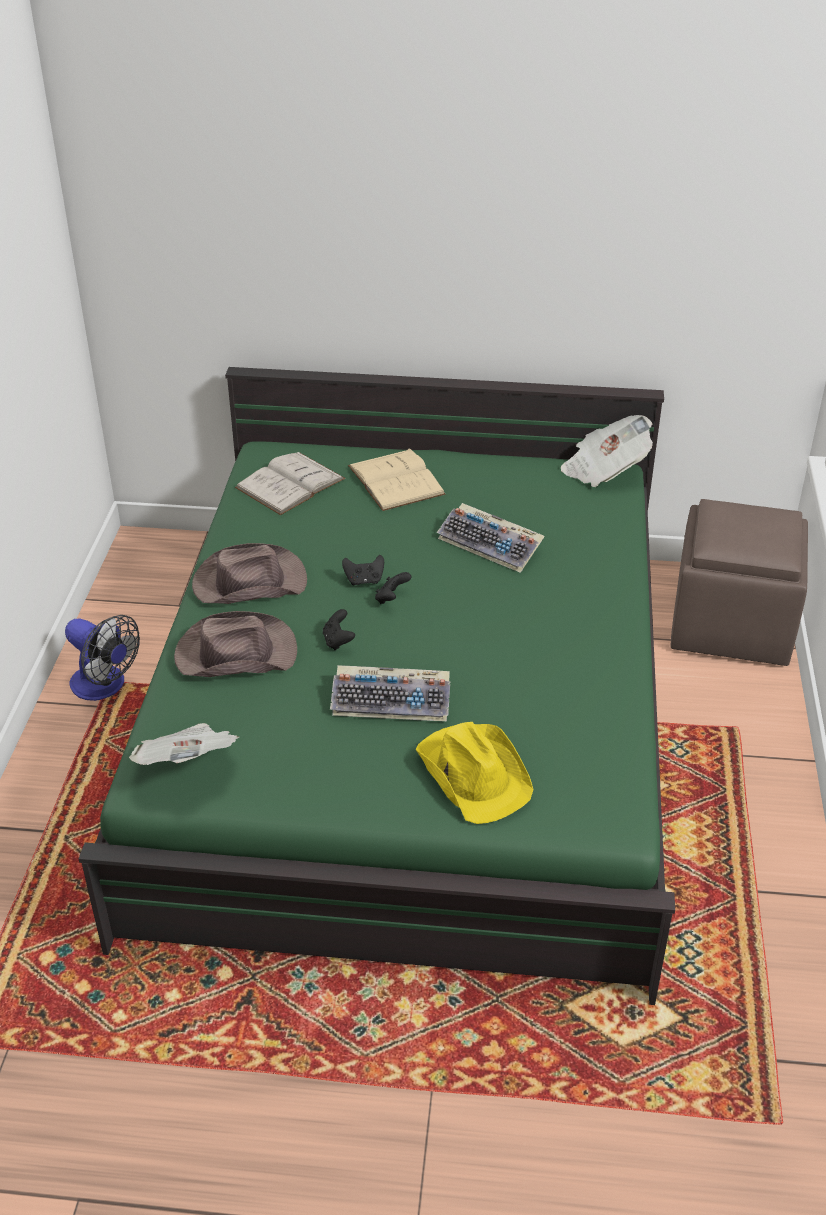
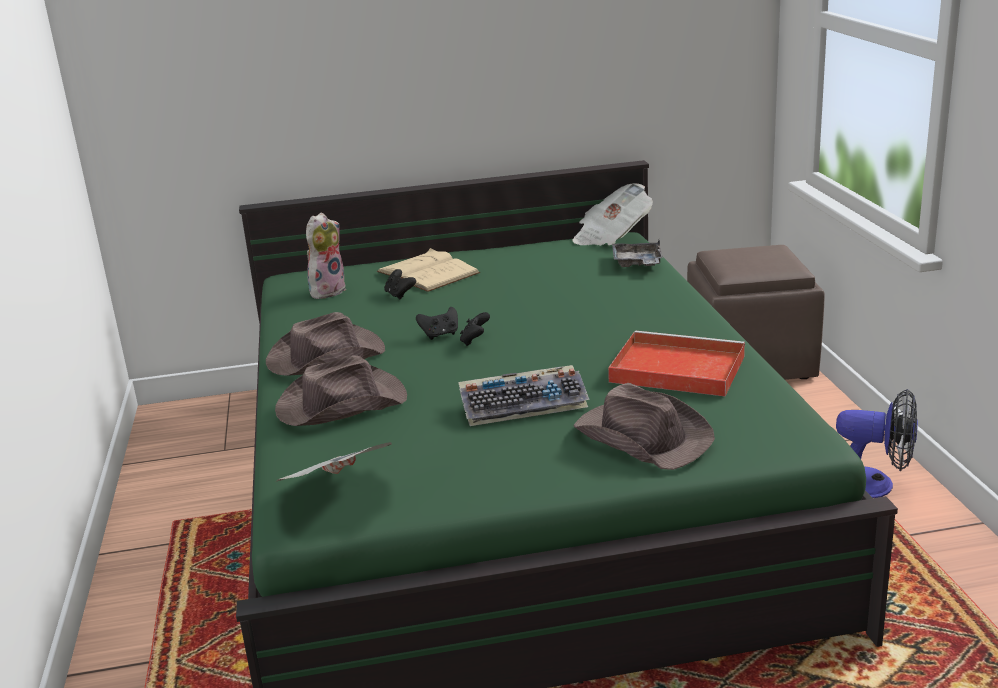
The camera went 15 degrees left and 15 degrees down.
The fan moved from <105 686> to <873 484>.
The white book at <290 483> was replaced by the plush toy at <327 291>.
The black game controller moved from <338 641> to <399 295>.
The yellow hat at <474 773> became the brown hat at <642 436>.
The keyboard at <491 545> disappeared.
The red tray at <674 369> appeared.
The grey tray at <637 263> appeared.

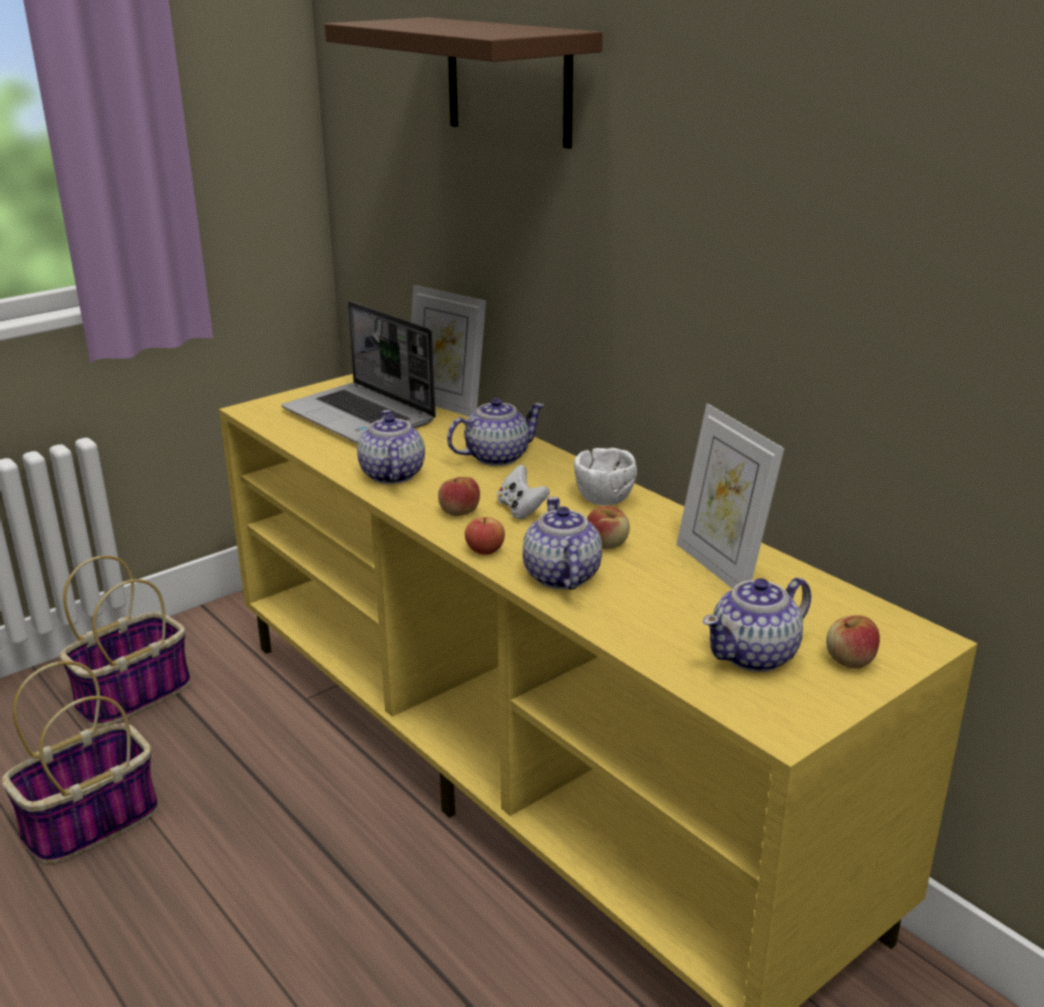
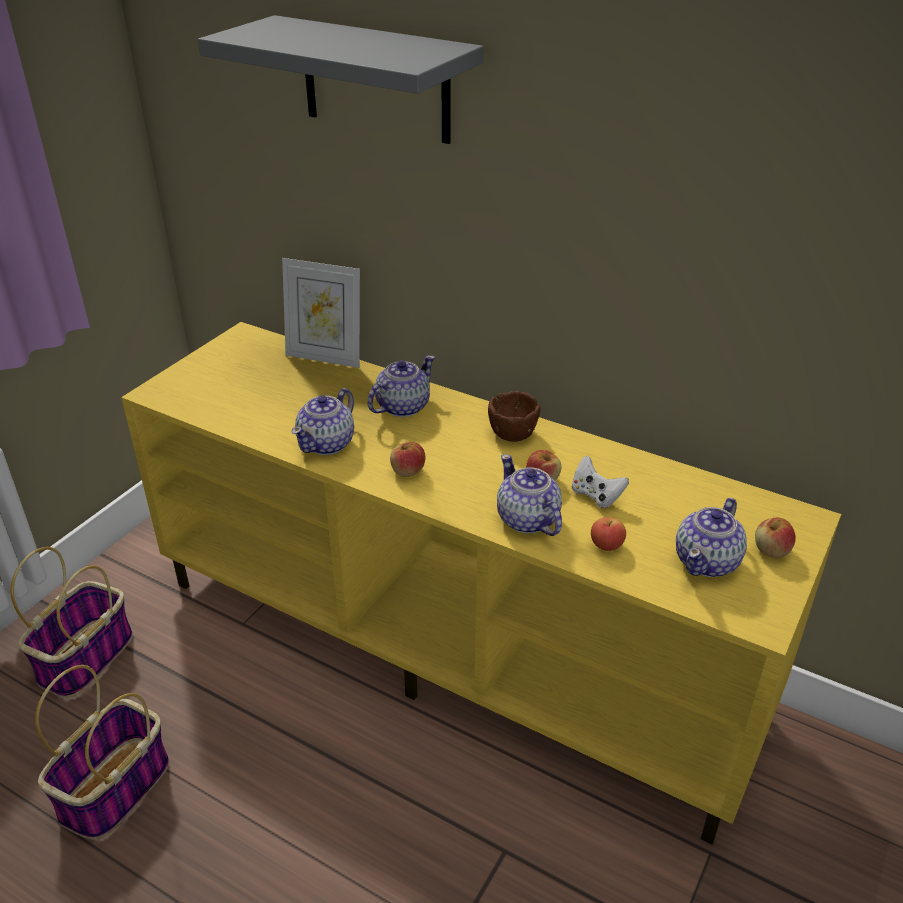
The camera went 20 degrees left and 10 degrees up.
The laptop at <361 417> disappeared.
The brown shelf at <508 81> became the grey shelf at <375 80>.
The teapot at <391 475> turned 120 degrees counterclockwise.
The apple moved from <485 550> to <606 545>.
The white game controller moved from <521 509> to <596 496>.
The white bowl at <603 498> became the brown bowl at <512 433>.
The picture frame at <720 568> disappeared.

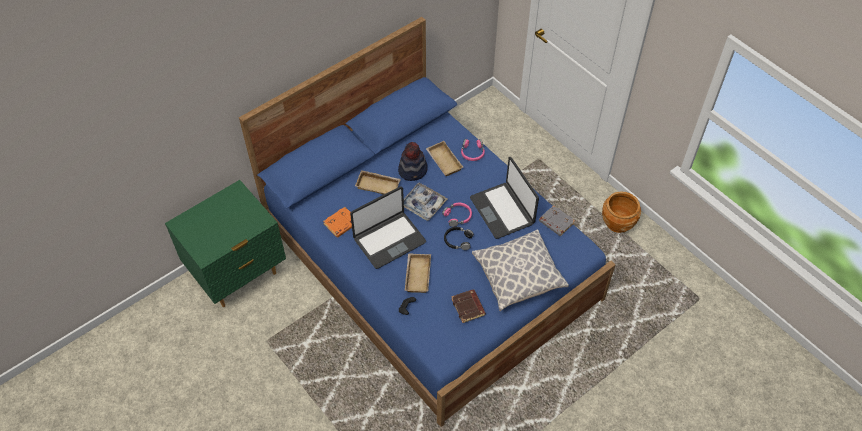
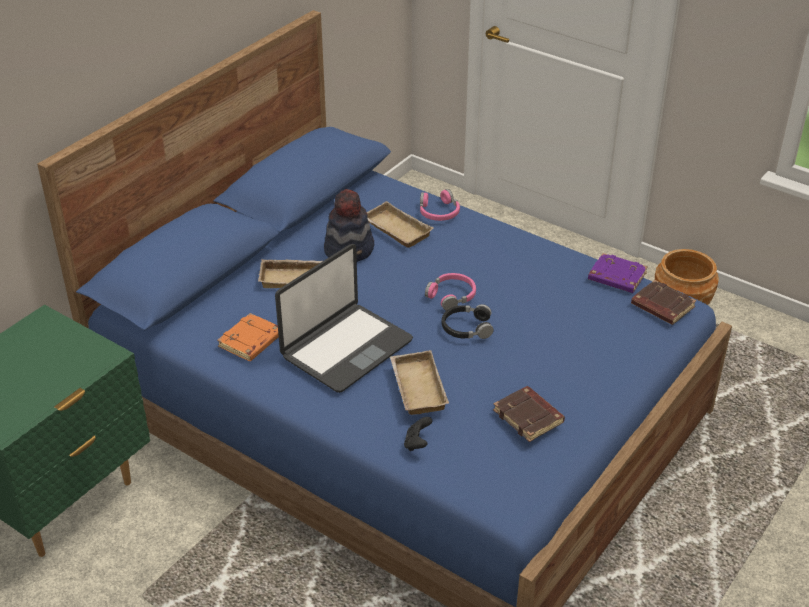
The camera went 15 degrees left and 15 degrees down.
The tray at <423 204> disappeared.
The laptop at <502 211> disappeared.
The pillow at <518 277> disappeared.
The grey book at <555 222> became the purple book at <616 277>.
The brown book at <661 306> appeared.

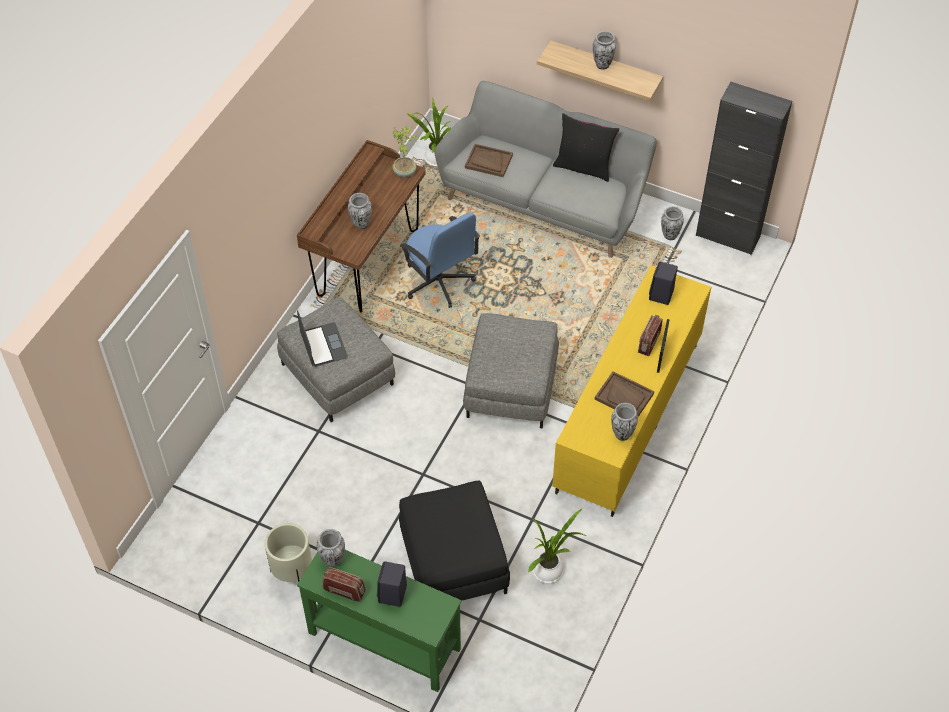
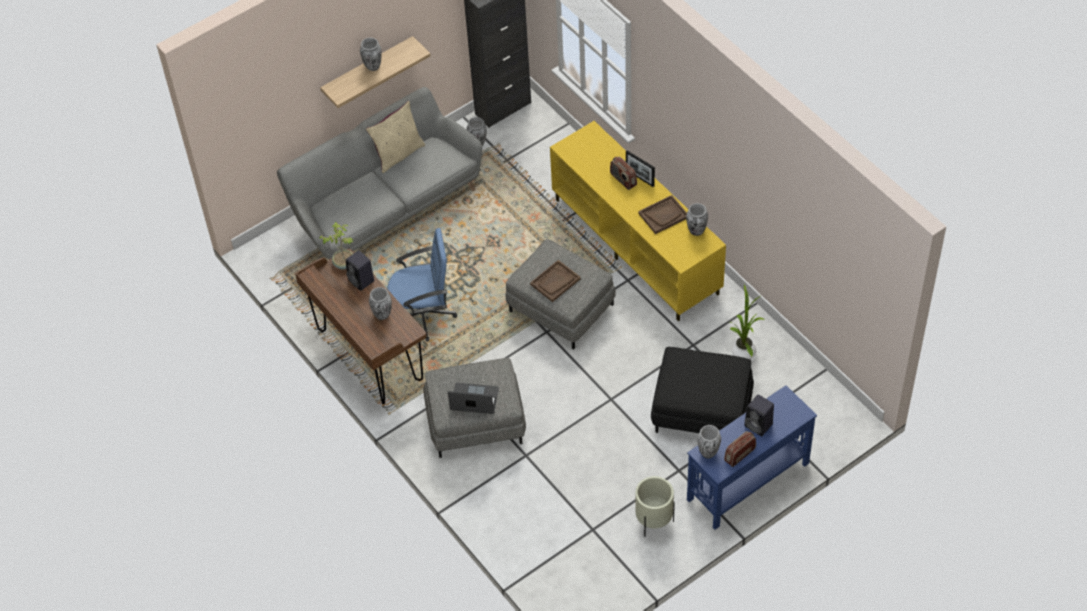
The camera went 60 degrees left and 0 degrees up.
The green console table at <383 640> became the blue console table at <747 481>.
The potted plant at <434 159> disappeared.
The brown tray moved from <488 161> to <555 282>.
The black pillow at <583 167> became the beige pillow at <398 154>.
The black speaker moved from <661 295> to <362 281>.

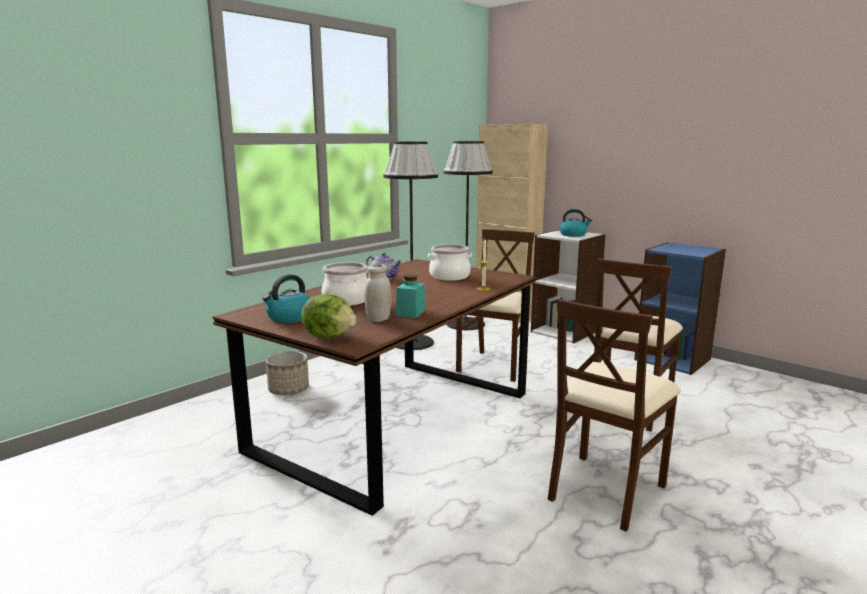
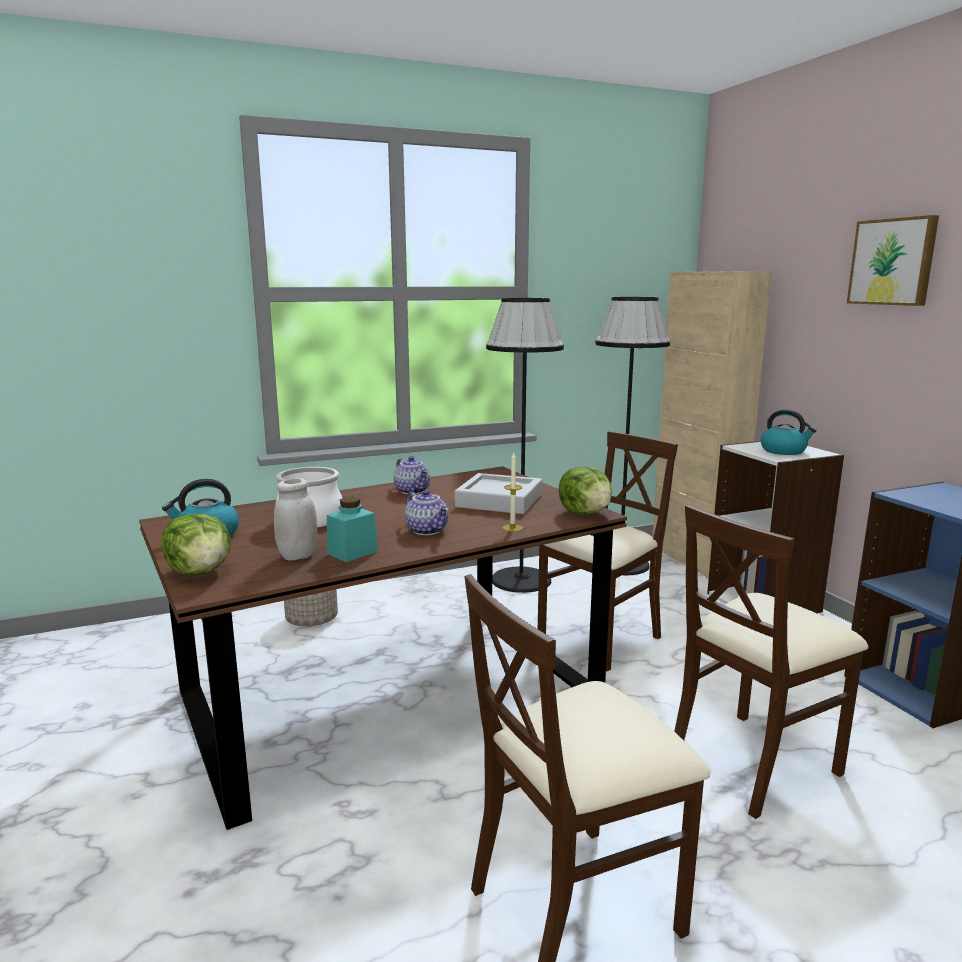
The camera went 25 degrees right and 0 degrees up.
The cooking pot at <449 276> was replaced by the grey tray at <499 501>.
The teapot at <428 530> appeared.
The lettuce at <585 513> appeared.
The picture at <893 262> appeared.

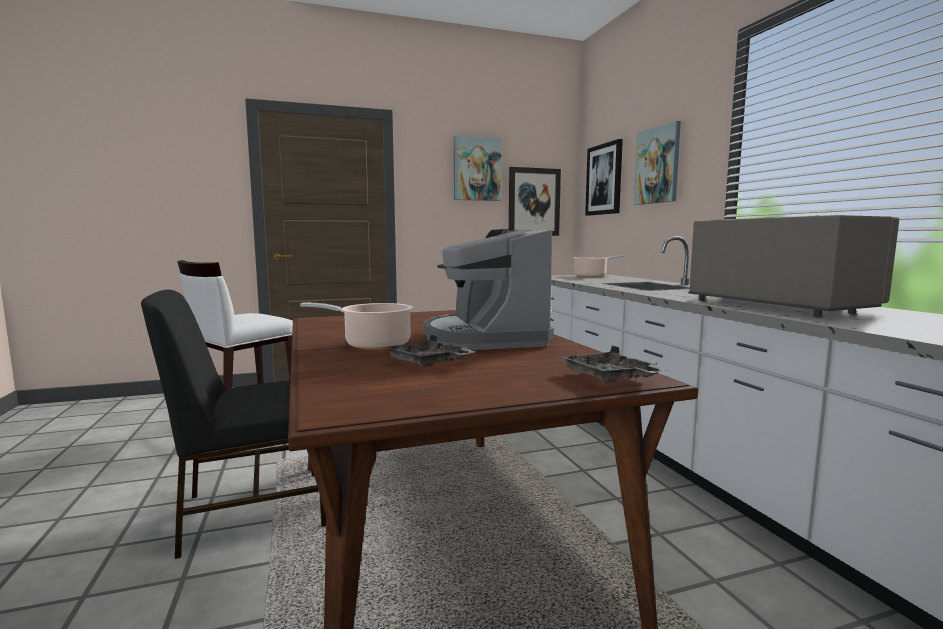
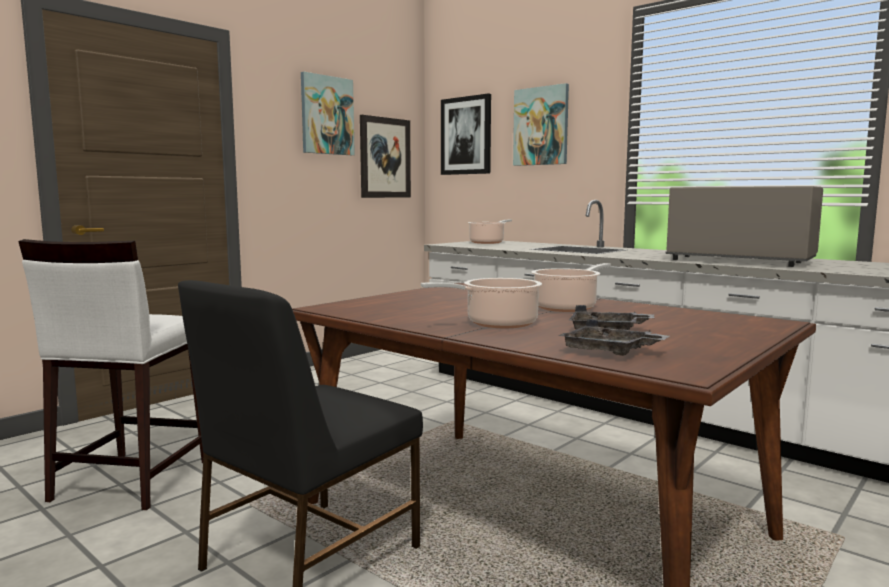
The camera went 30 degrees left and 0 degrees up.
The coffee machine at <485 338> was replaced by the cooking pot at <567 307>.
The grey tray moved from <610 378> to <609 352>.

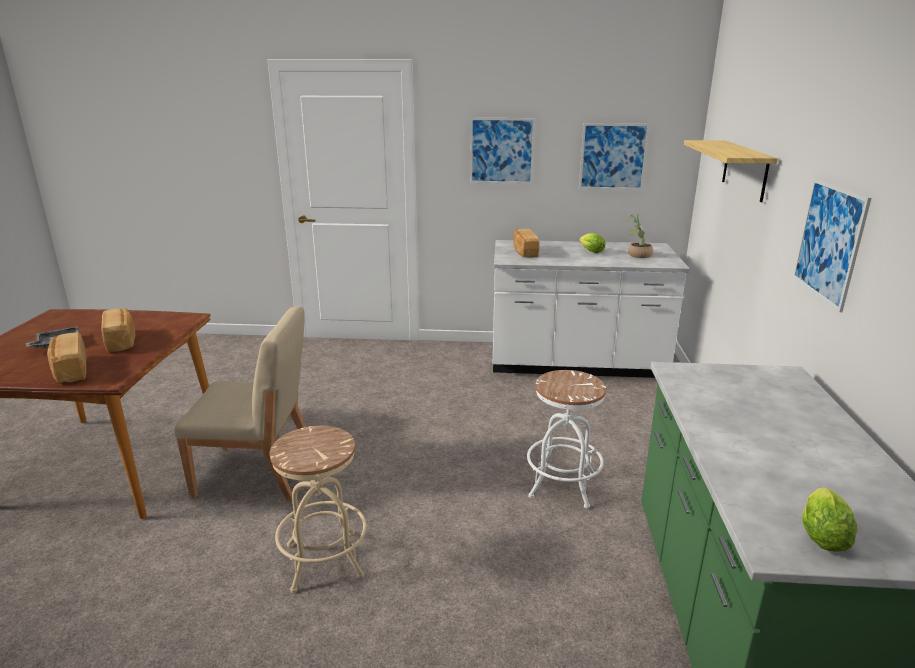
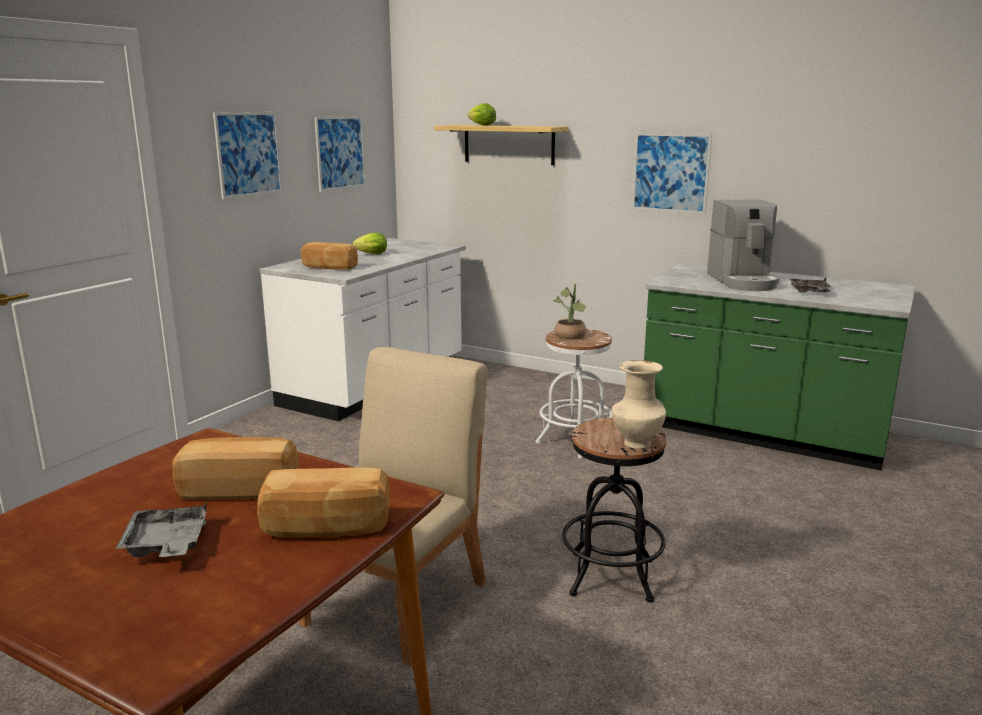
The camera went 65 degrees left and 5 degrees down.
The beige stool at <324 560> became the black stool at <611 576>.
The potted plant moved from <637 255> to <570 337>.
The lettuce moved from <821 533> to <480 125>.
The beige vase at <636 444> appeared.
The coffee machine at <743 281> appeared.
The grey tray at <809 292> appeared.

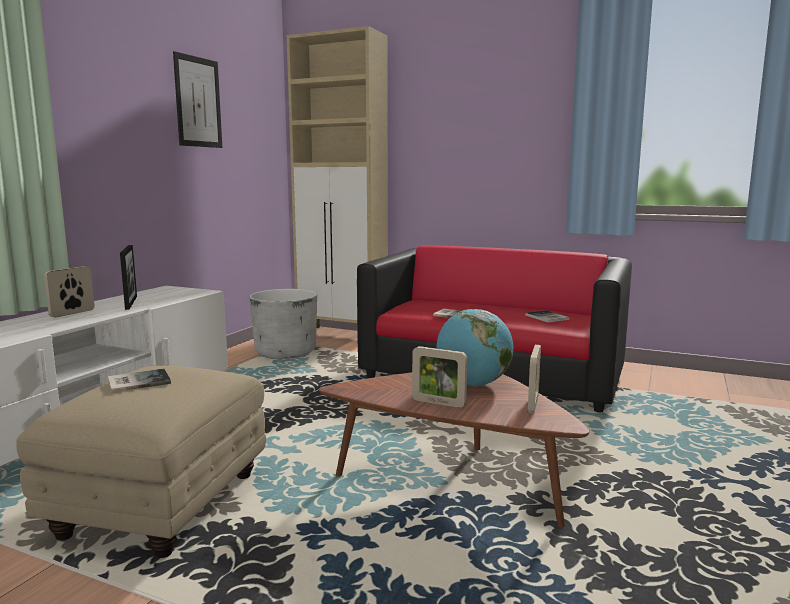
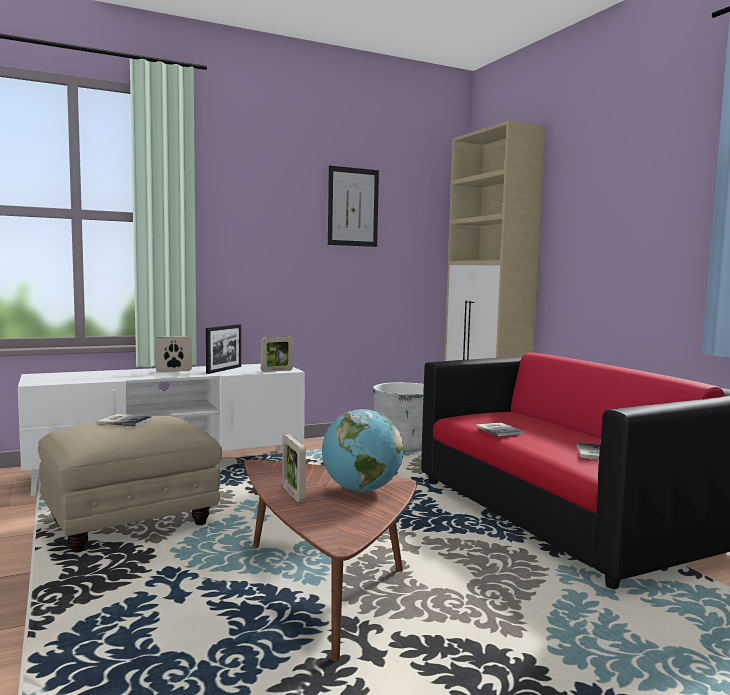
The camera went 40 degrees right and 5 degrees down.
The picture frame moved from <533 404> to <277 370>.

